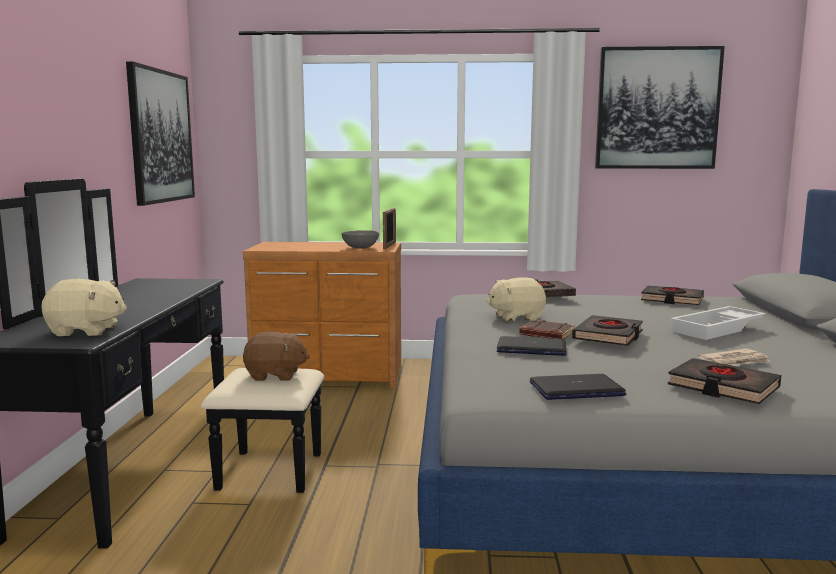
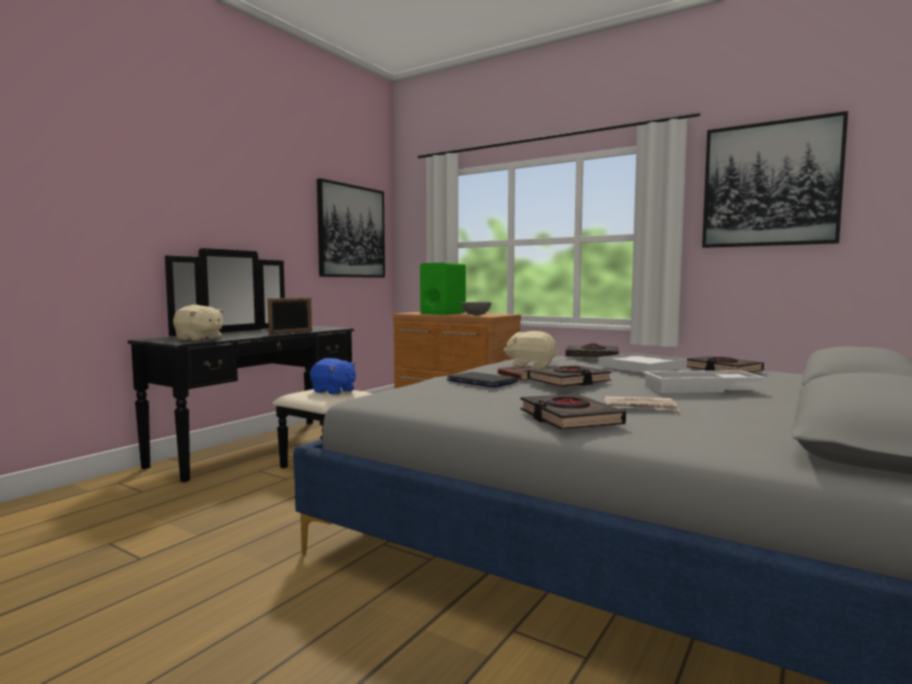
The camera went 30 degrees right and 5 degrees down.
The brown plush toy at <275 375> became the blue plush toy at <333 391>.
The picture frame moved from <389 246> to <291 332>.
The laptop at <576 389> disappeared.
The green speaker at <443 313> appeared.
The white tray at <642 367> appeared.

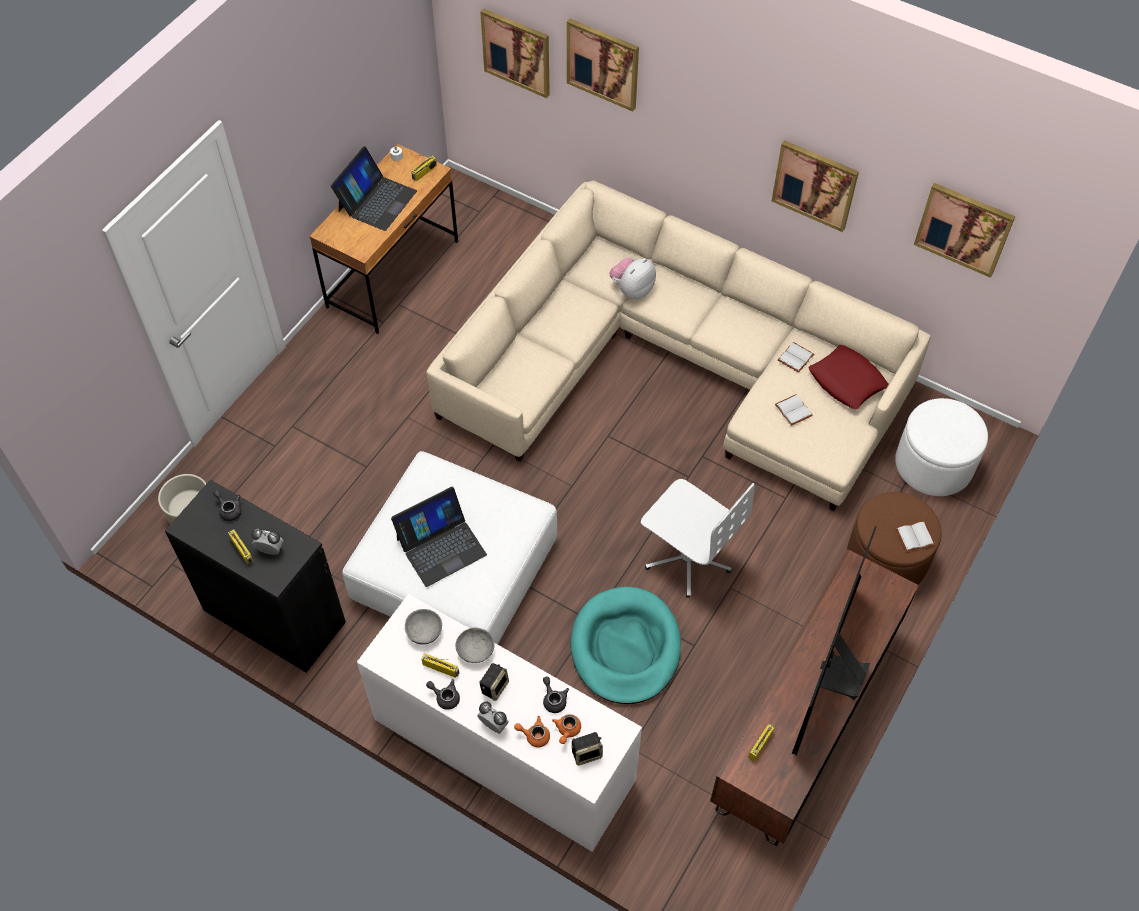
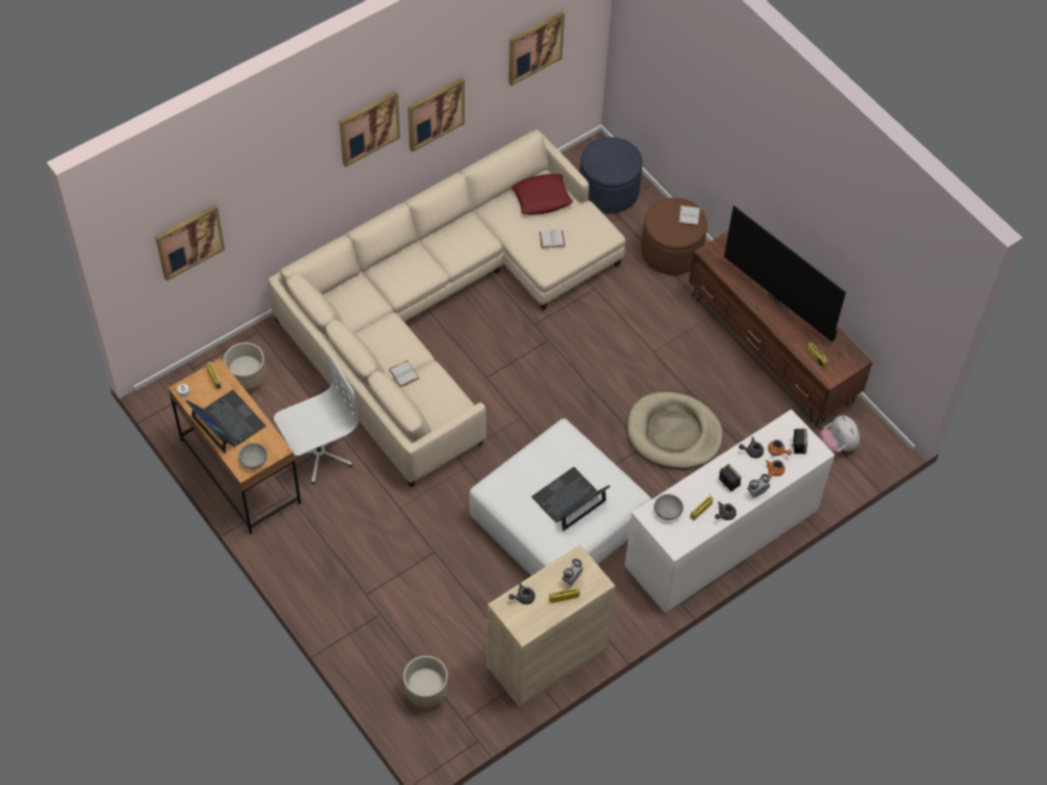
The camera went 70 degrees left and 0 degrees up.
The black cabinet at <274 616> became the beige cabinet at <546 657>.
The laptop at <441 546> turned 120 degrees counterclockwise.
The grey bowl moved from <475 650> to <253 460>.
The picture moved from <603 63> to <368 127>.
The turquoise dog bed at <625 648> became the beige dog bed at <673 433>.
The plush toy moved from <632 289> to <837 445>.
The white office chair moved from <688 558> to <318 453>.
The white book moved from <796 358> to <404 374>.
The white ottoman at <933 465> became the blue ottoman at <608 191>.
The beige planter at <247 380> appeared.

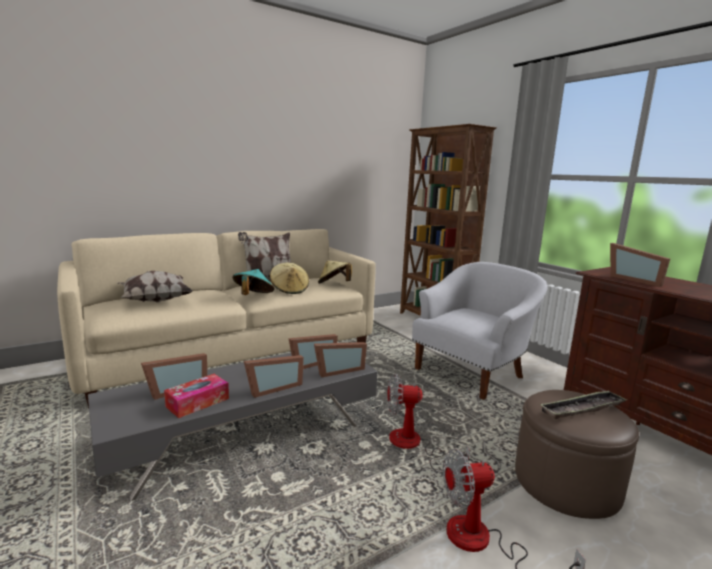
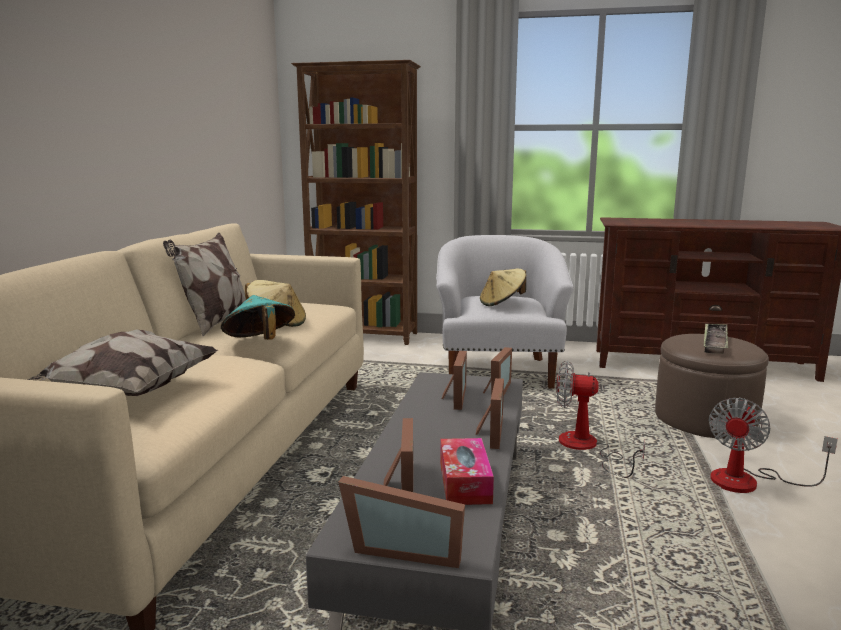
The camera went 45 degrees left and 0 degrees up.
The beige hat moved from <334 284> to <502 303>.
The fan at <413 446> turned 60 degrees clockwise.
The picture frame moved from <635 280> to <404 548>.

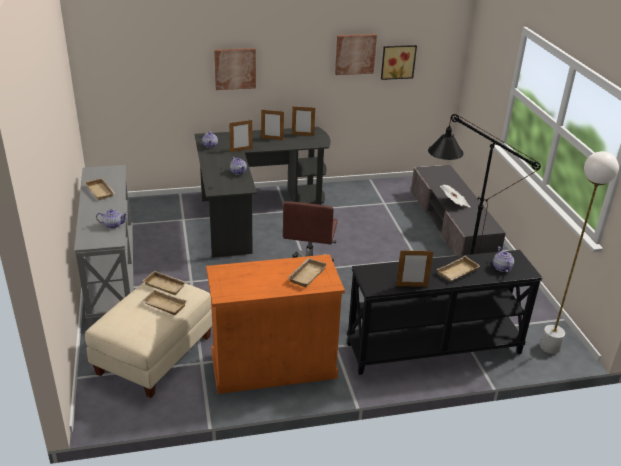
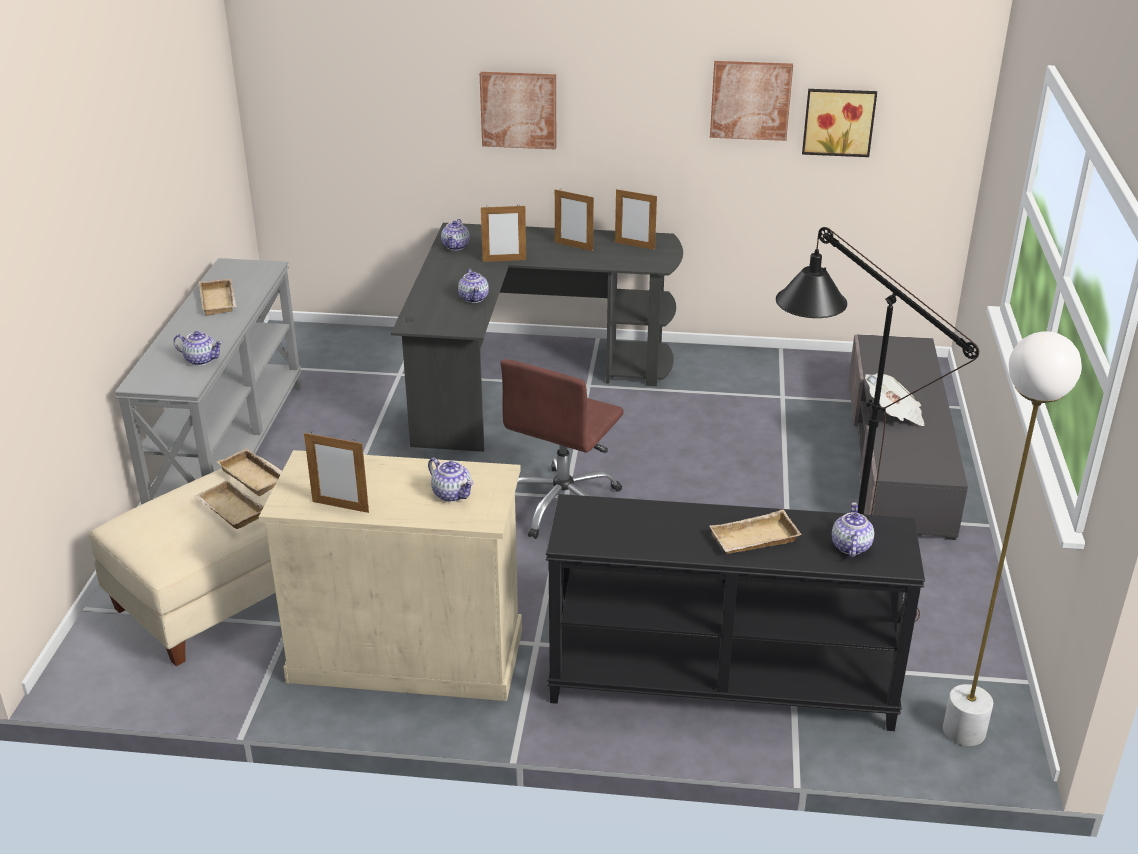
The camera went 20 degrees right and 0 degrees up.
The orange cabinet at <273 366> became the beige cabinet at <407 655>.
The beige tray at <306 274> was replaced by the teapot at <452 494>.
The picture frame moved from <412 286> to <340 507>.

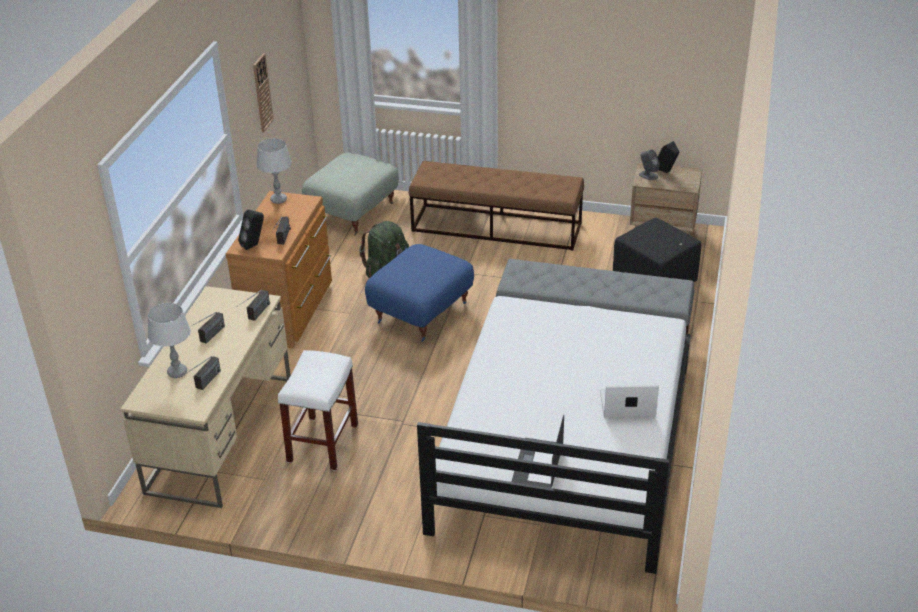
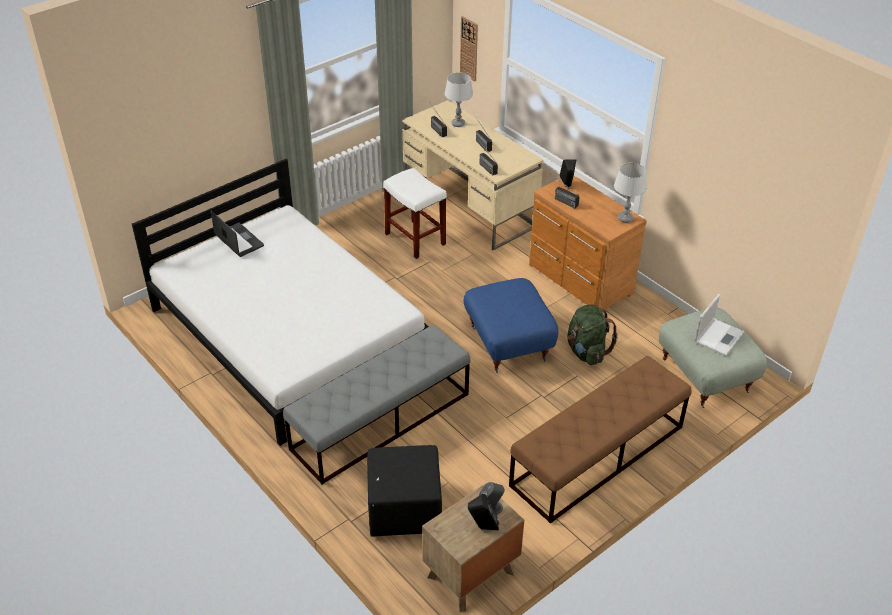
The camera went 125 degrees right and 5 degrees up.
The wall clock moved from <262 93> to <469 48>.
The laptop moved from <626 405> to <719 336>.

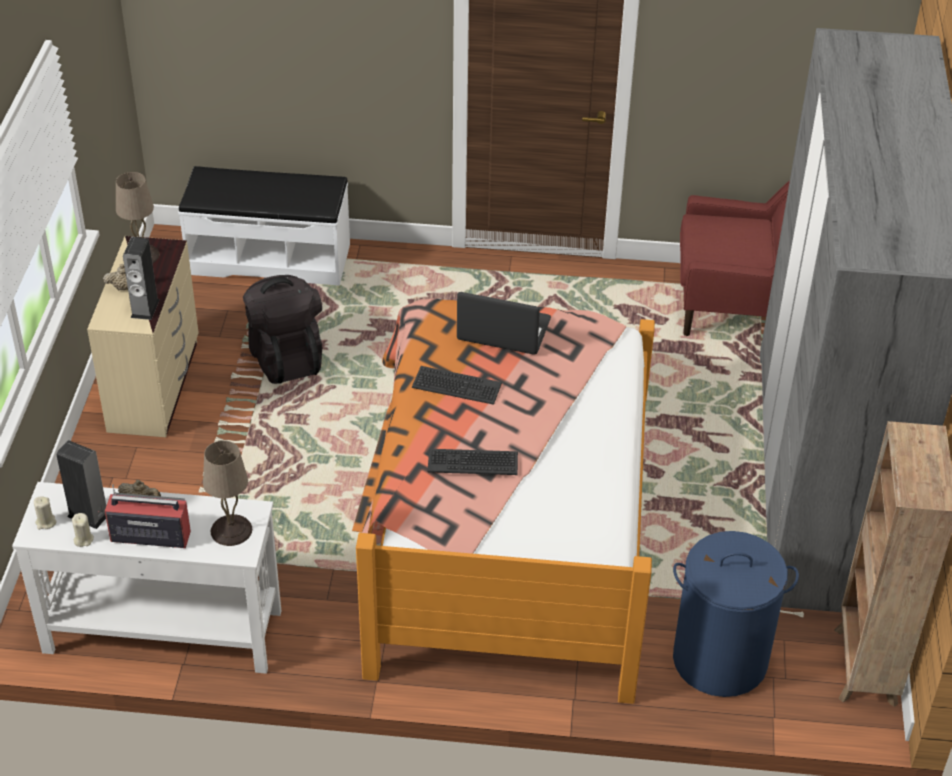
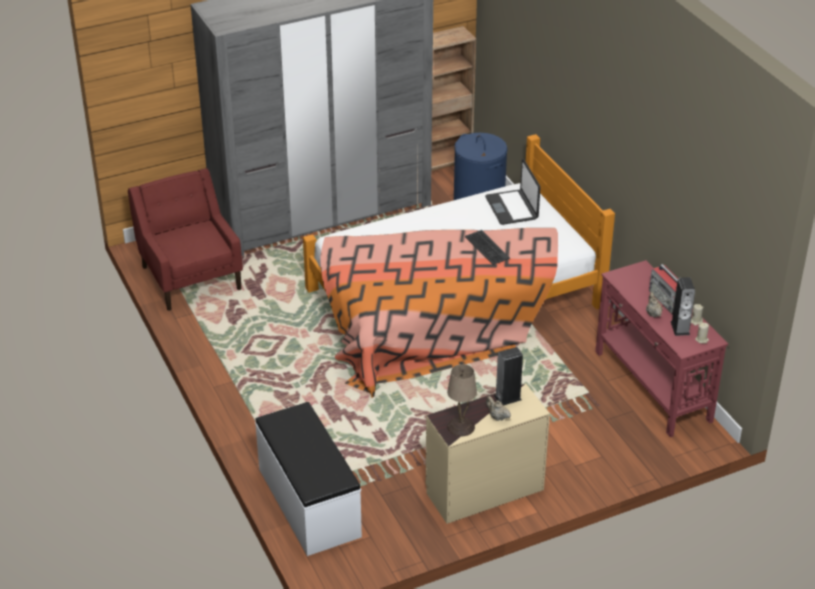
The camera went 120 degrees left and 5 degrees down.
The white console table at <162 631> became the red console table at <652 386>.
The beige table lamp at <232 530> disappeared.
The black backpack at <285 358> disappeared.
The keyboard at <456 386> disappeared.
The laptop moved from <503 331> to <512 208>.

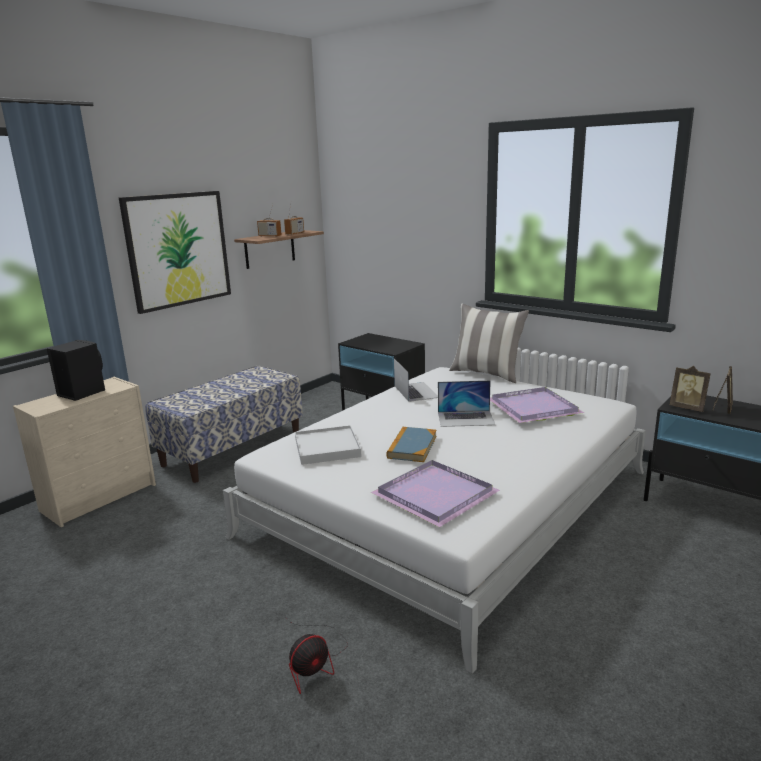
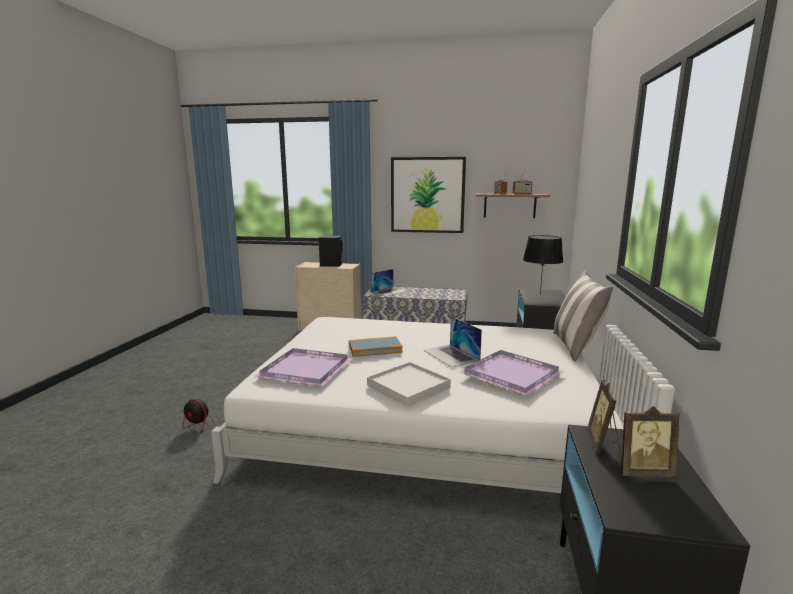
The camera went 60 degrees right and 5 degrees down.
The white tray moved from <327 448> to <408 386>.
The laptop moved from <416 391> to <389 291>.
The black table lamp at <540 294> appeared.

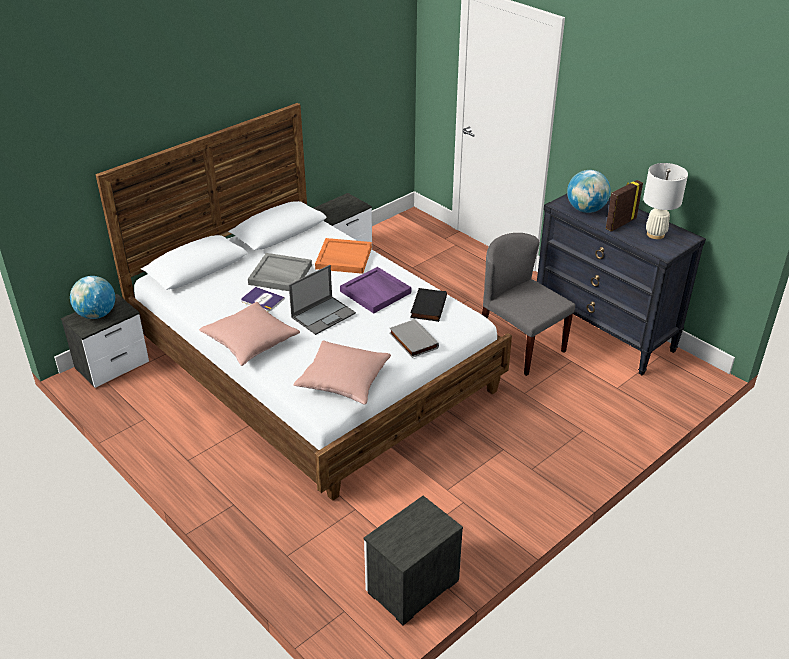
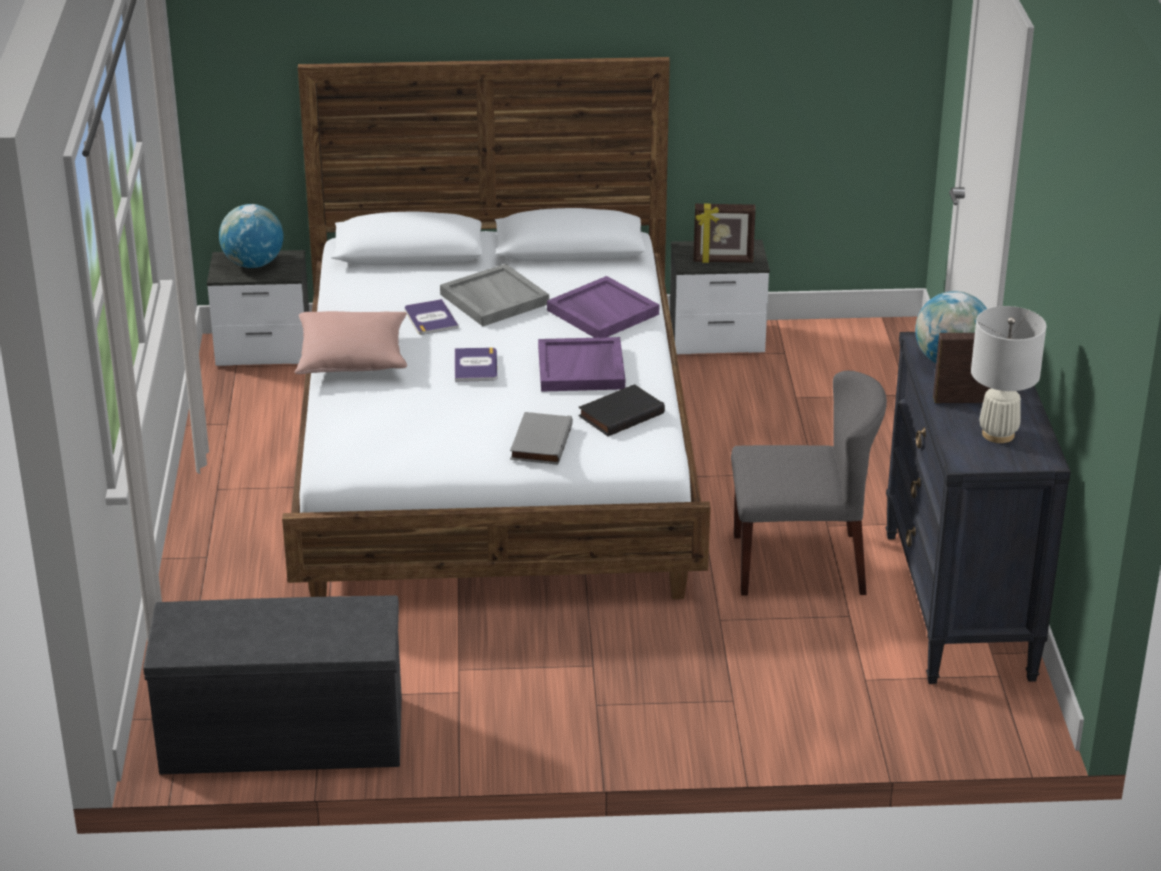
The camera went 40 degrees right and 5 degrees down.
The laptop at <324 315> was replaced by the book at <476 366>.
The pink pillow at <343 381> disappeared.
The orange tray at <343 258> became the purple tray at <601 312>.
The nightstand at <411 586> was replaced by the grey bench at <280 737>.
The grey chair at <520 347> turned 90 degrees clockwise.
The picture frame at <723 261> appeared.

